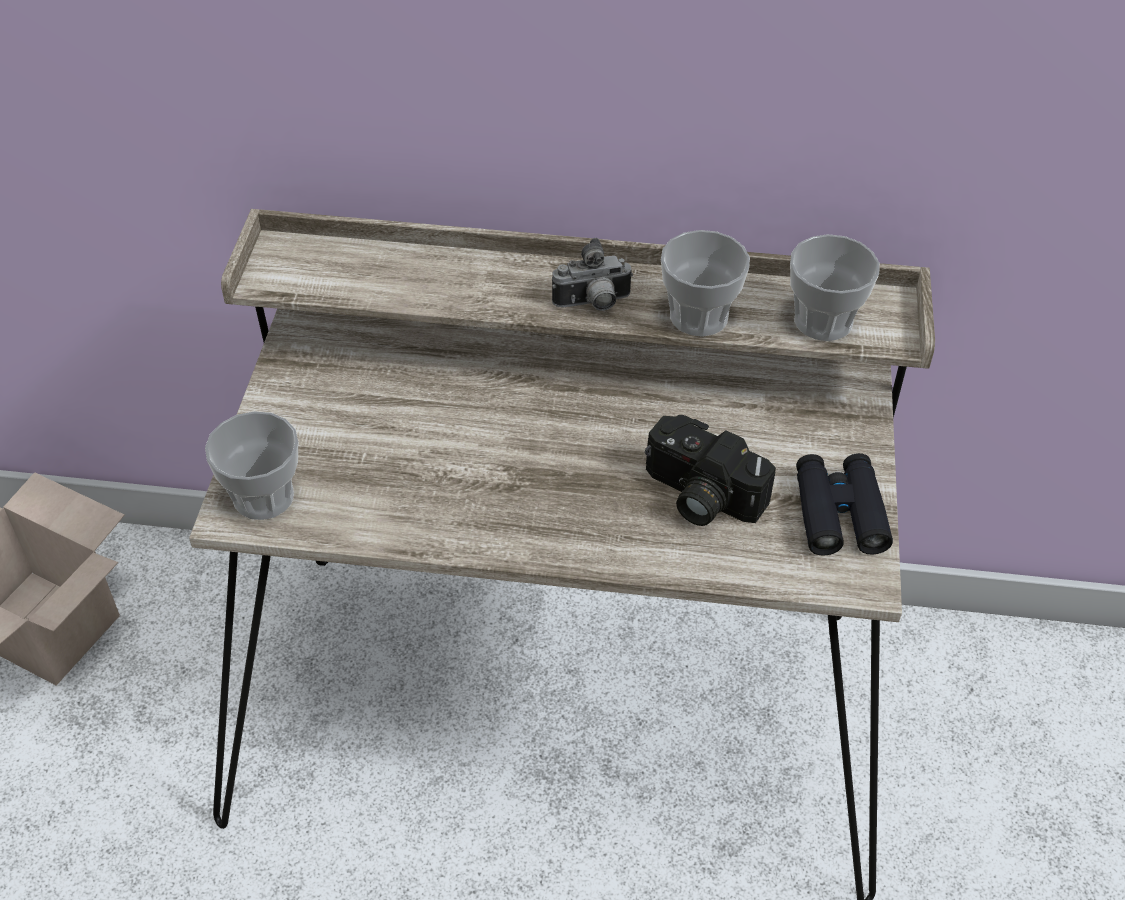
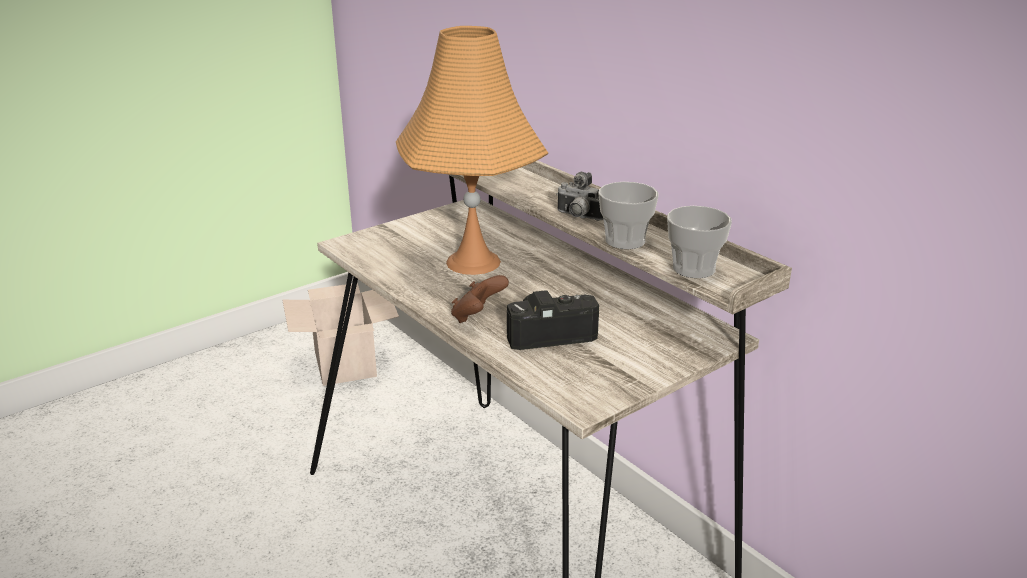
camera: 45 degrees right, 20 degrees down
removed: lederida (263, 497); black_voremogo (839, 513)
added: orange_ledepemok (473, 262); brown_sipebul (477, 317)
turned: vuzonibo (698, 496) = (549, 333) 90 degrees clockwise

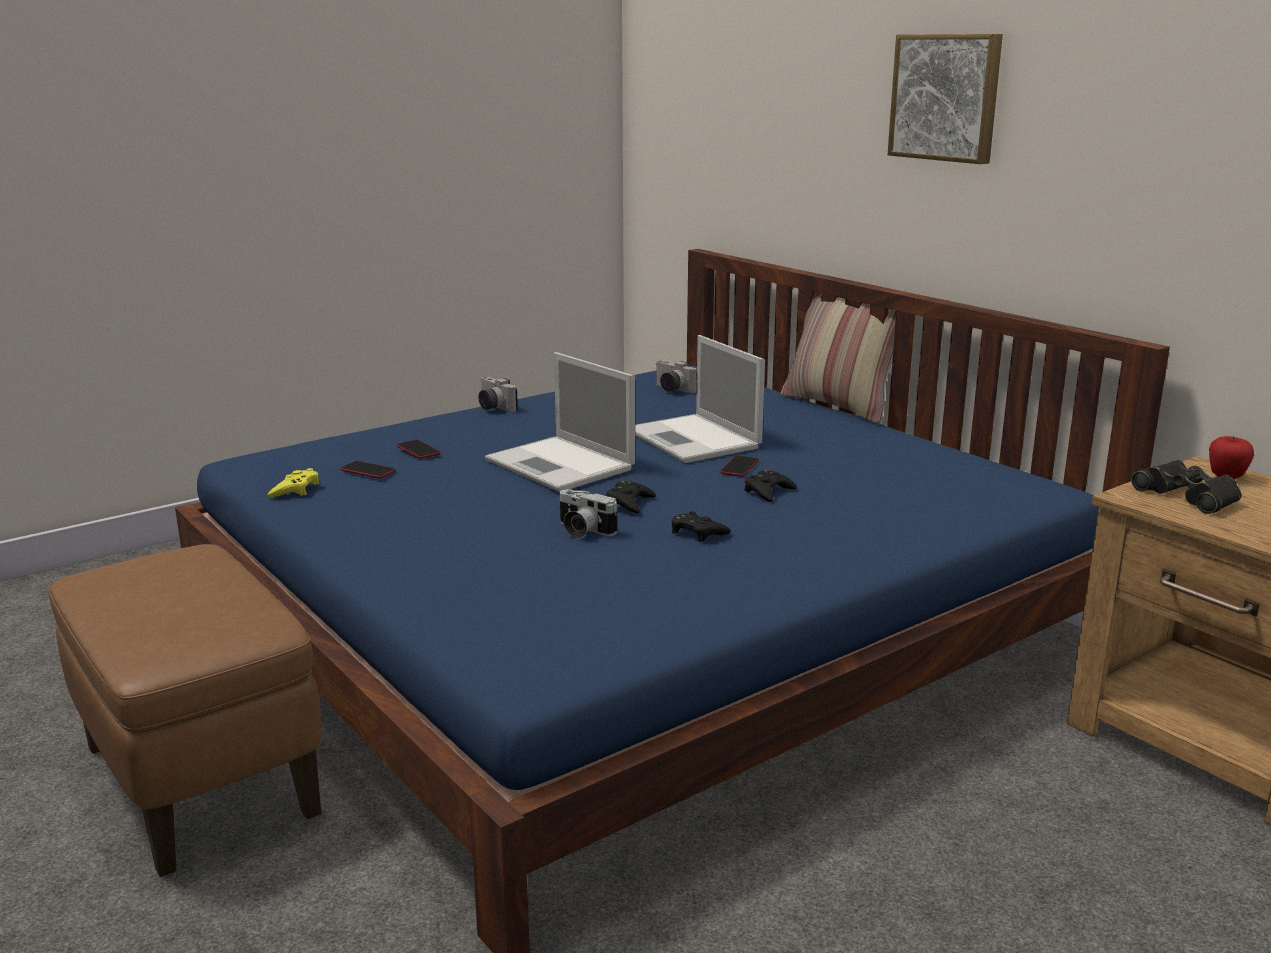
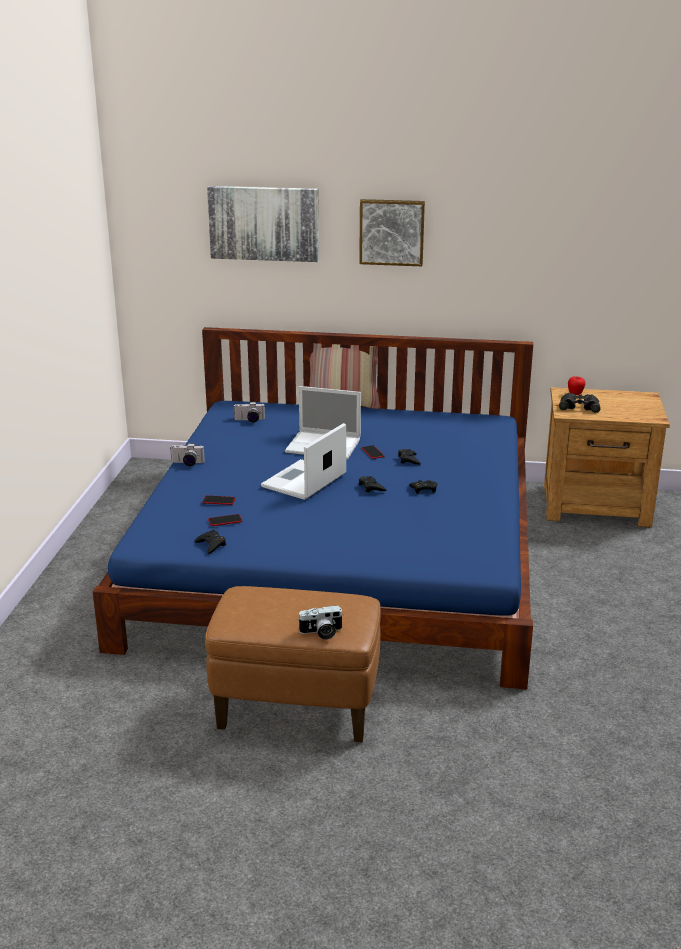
camera: 45 degrees left, 5 degrees up
added: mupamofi (264, 223)
moved: vuzonibo (582, 531) to (321, 633)
recoloured: yellow_sipebul (295, 489) to black_sipebul (211, 545)
turned: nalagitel (562, 465) = (303, 481) 120 degrees clockwise

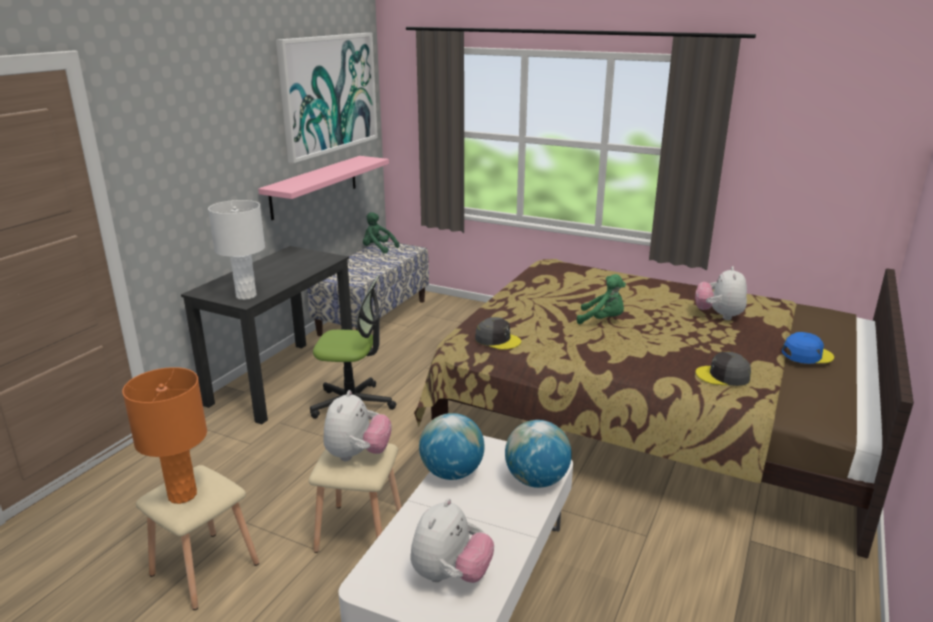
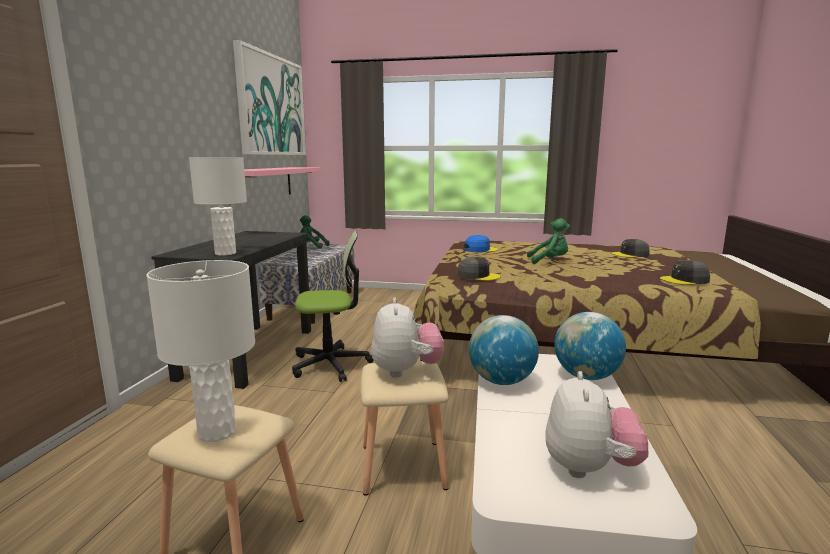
camera: 15 degrees left, 10 degrees down
moved: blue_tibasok (806, 355) to (480, 250)
replaced: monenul (719, 315) to grey_tibasok (630, 254)
recoloured: orange_ledepemok (182, 495) to white_ledepemok (217, 432)

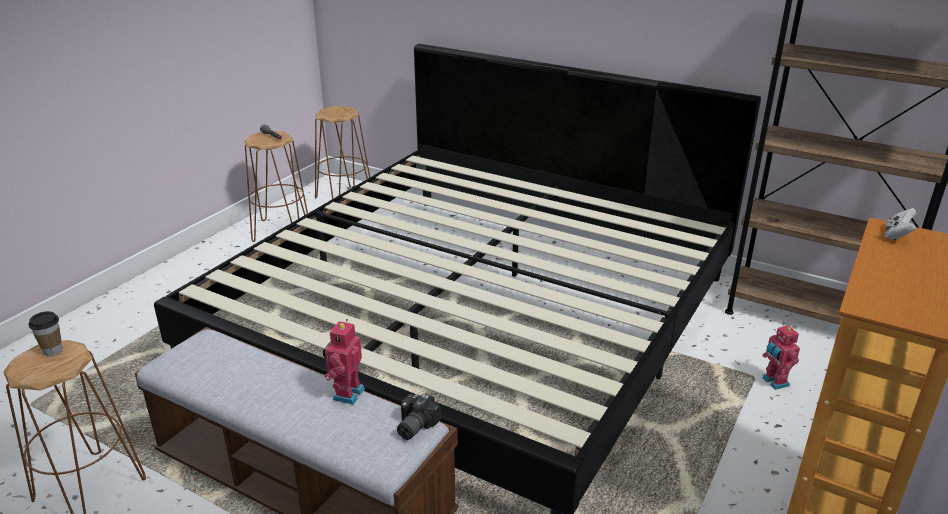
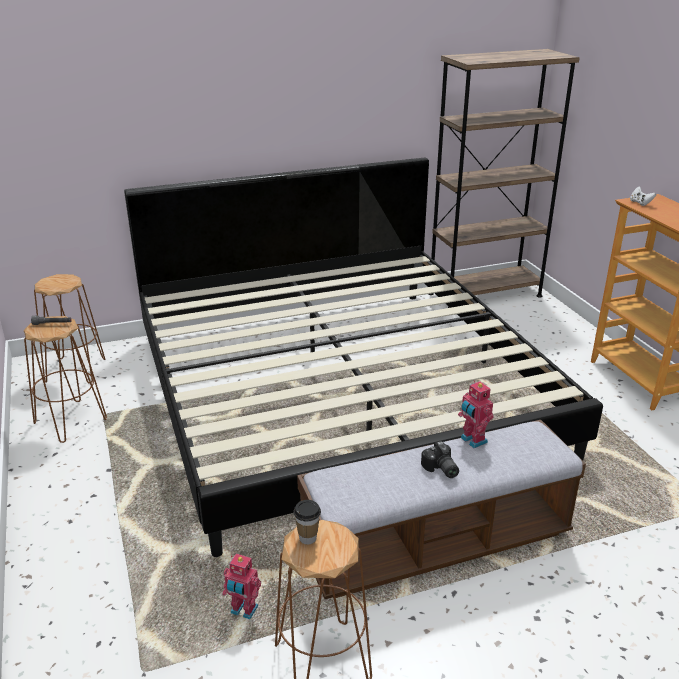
camera: 50 degrees left, 0 degrees up
moved: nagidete (774, 382) to (243, 612); vuzonibo (413, 426) to (440, 469)

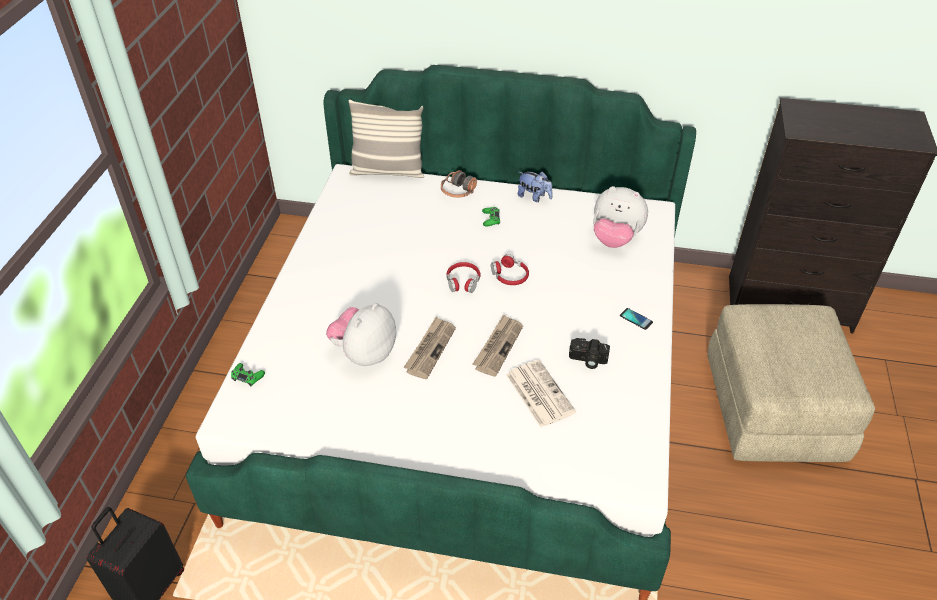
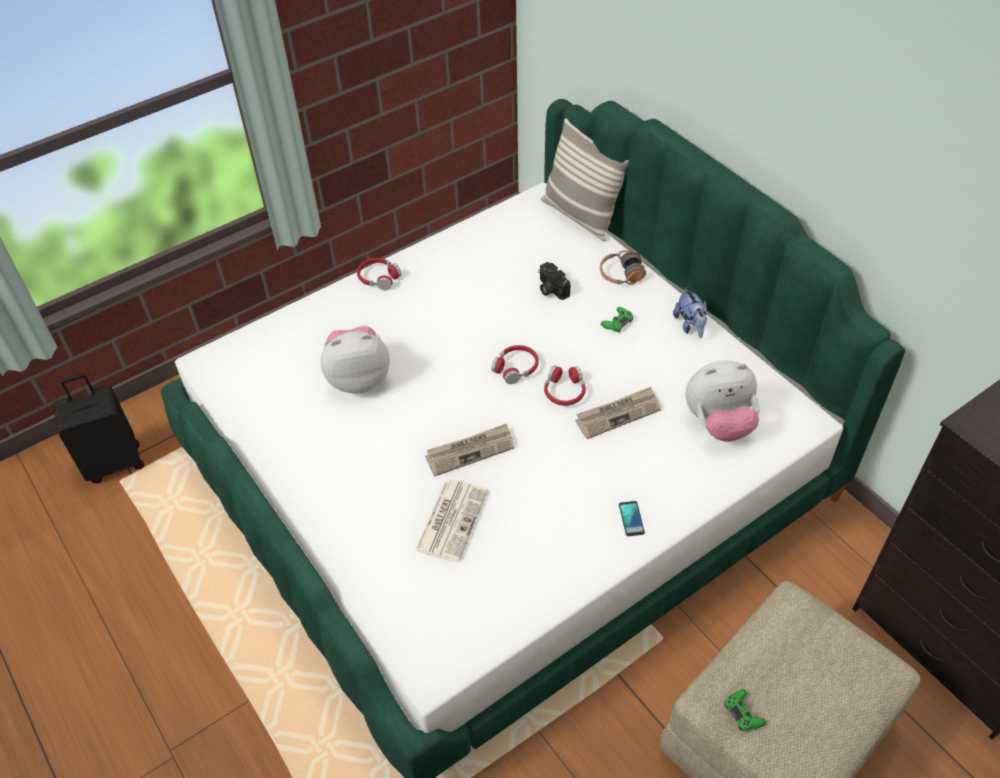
camera: 45 degrees right, 5 degrees up
added: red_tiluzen (378, 278)
moved: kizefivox (430, 349) to (618, 414); vuzonibo (587, 360) to (550, 288); green_sipebul (247, 377) to (743, 713)
turned: monenul (615, 239) = (718, 423) 75 degrees counterclockwise

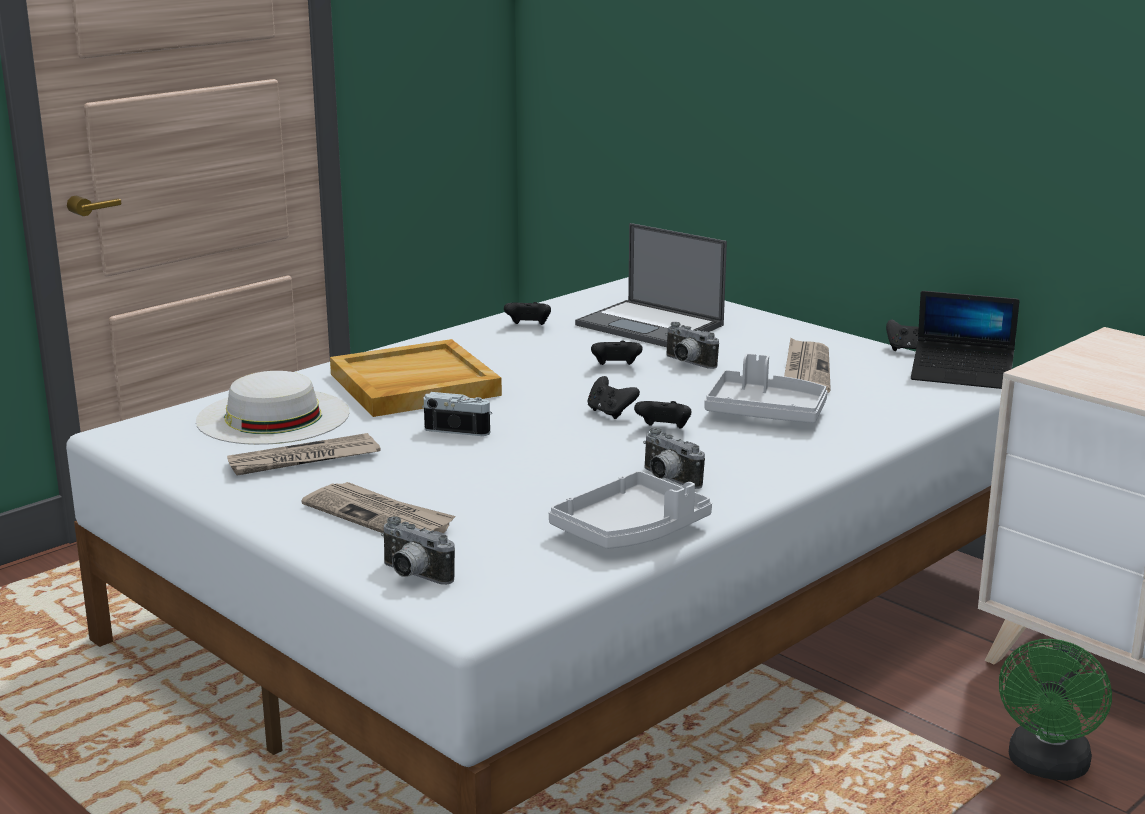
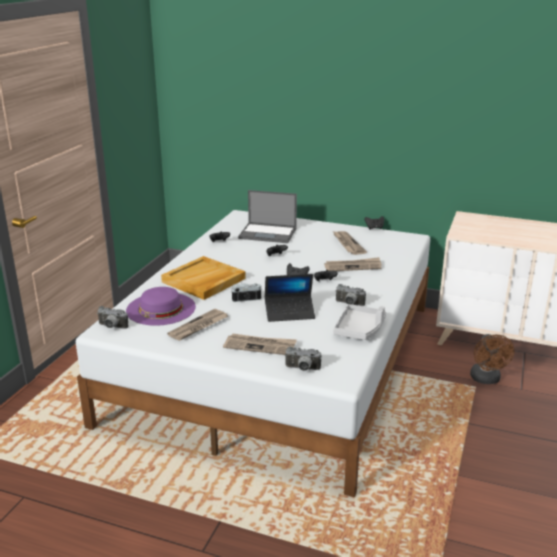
camera: 25 degrees left, 5 degrees up
moved: nalagitel (962, 375) to (289, 313); vuzonibo (687, 363) to (111, 327)
replaced: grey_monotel (765, 413) to kizefivox (353, 266)
recoloured: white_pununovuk (273, 417) to purple_pununovuk (161, 308); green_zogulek (1047, 767) to brown_zogulek (486, 379)

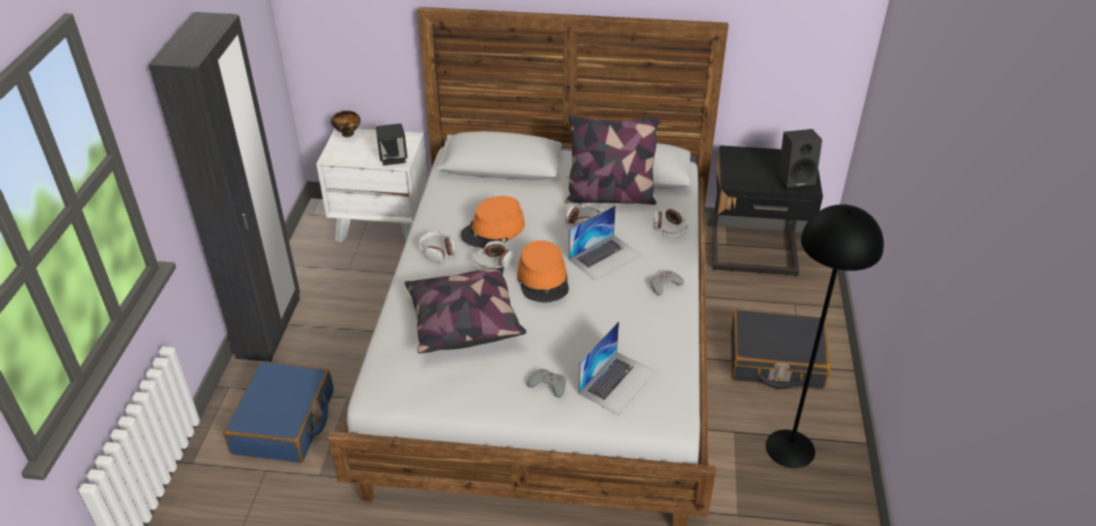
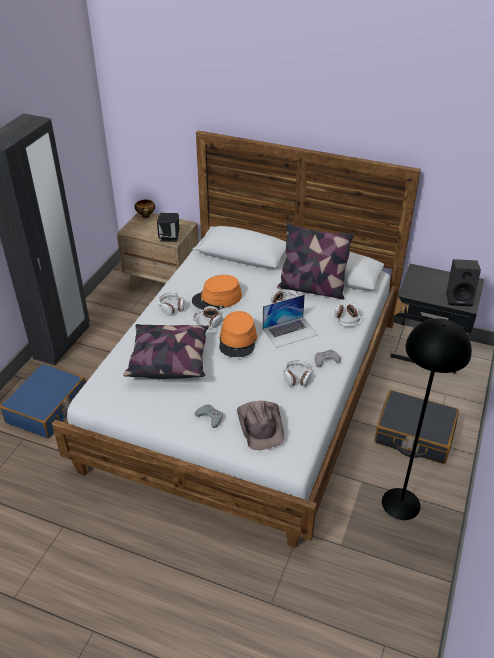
camera: 15 degrees right, 0 degrees up
added: tiluzen (297, 377)
replaced: nalagitel (617, 382) to brown_pununovuk (261, 425)
recoloured: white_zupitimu (382, 225) to brown_zupitimu (163, 284)

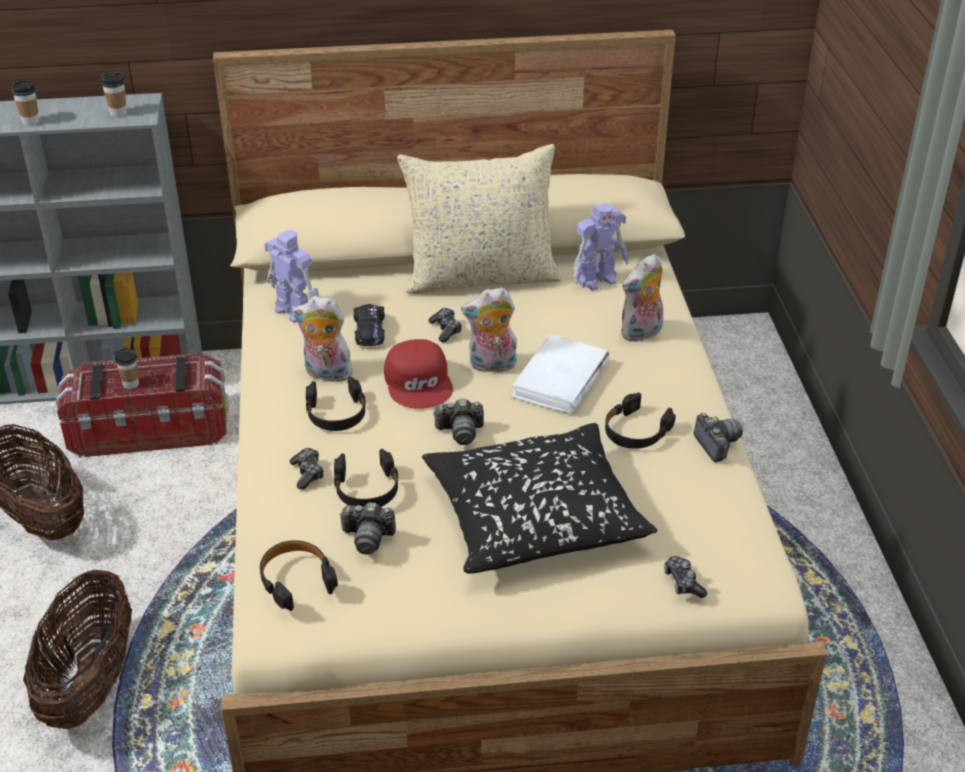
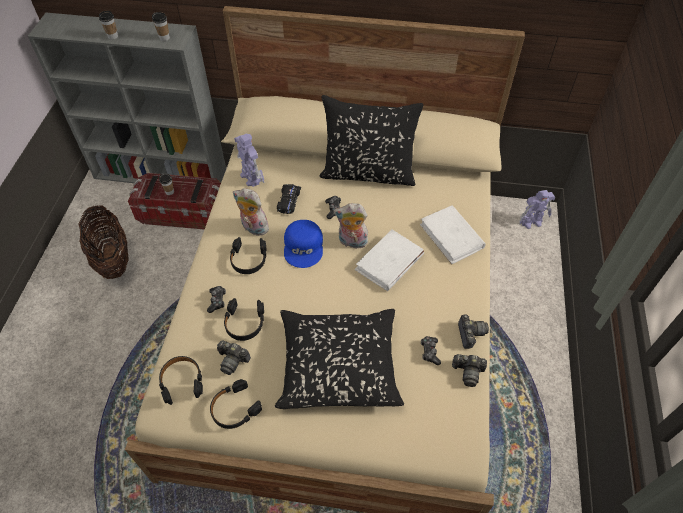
camera: 15 degrees right, 15 degrees up
removed: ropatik (89, 684)
moved: nagidete (598, 279) to (532, 222); black_tiluzen (635, 431) to (234, 408); vuzonibo (460, 431) to (468, 372); sipebul (683, 582) to (429, 352)
replaced: monenul (641, 334) to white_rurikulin (451, 236)
recoloured: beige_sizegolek (480, 276) to black_sizegolek (368, 172); red_tibasok (419, 382) to blue_tibasok (304, 246)

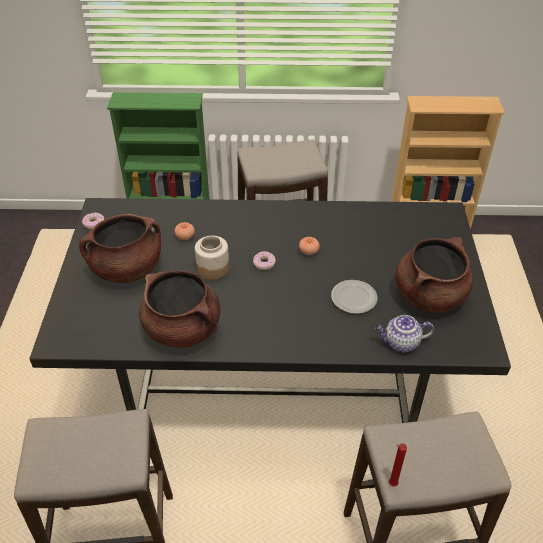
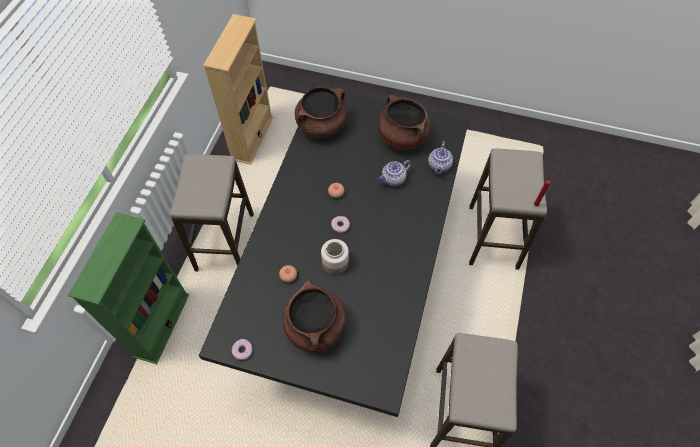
camera: 75 degrees left, 15 degrees up
moved: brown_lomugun (183, 329) to (321, 125)
replaced: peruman (353, 298) to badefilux (393, 180)

